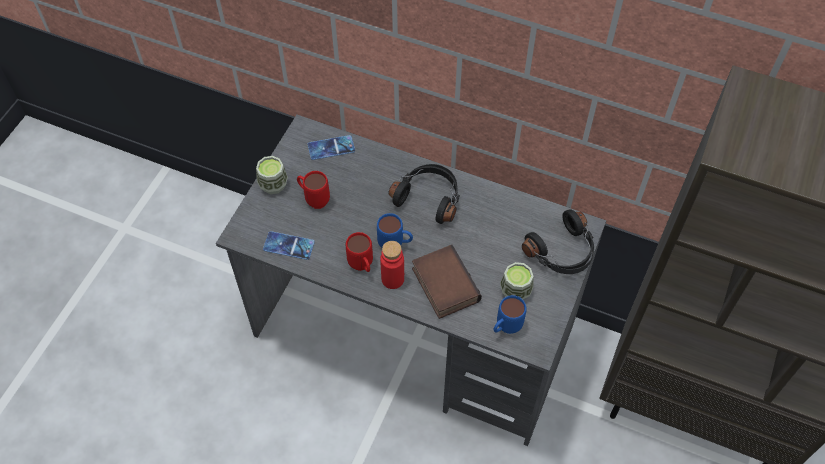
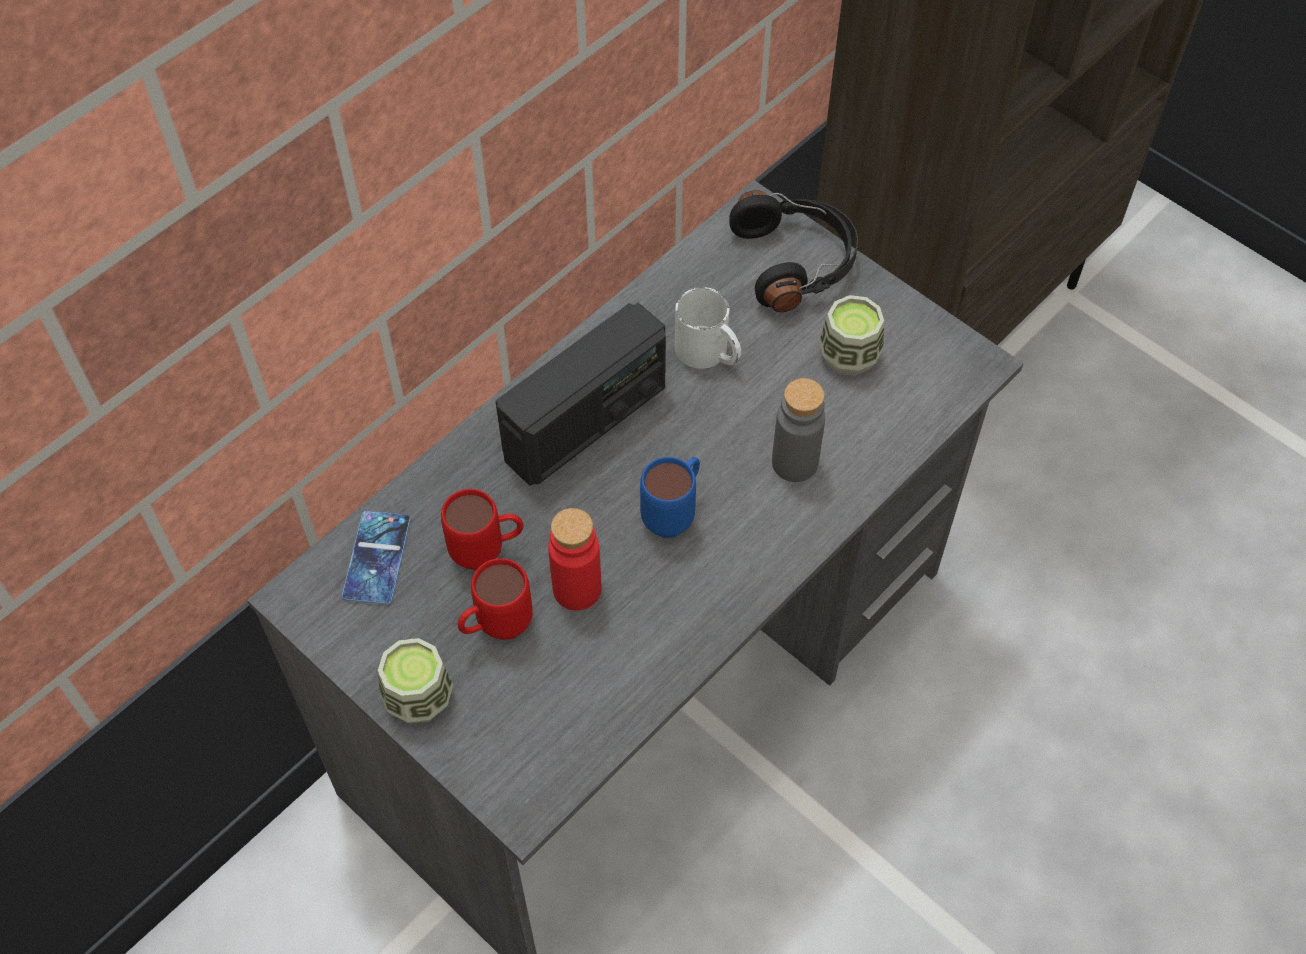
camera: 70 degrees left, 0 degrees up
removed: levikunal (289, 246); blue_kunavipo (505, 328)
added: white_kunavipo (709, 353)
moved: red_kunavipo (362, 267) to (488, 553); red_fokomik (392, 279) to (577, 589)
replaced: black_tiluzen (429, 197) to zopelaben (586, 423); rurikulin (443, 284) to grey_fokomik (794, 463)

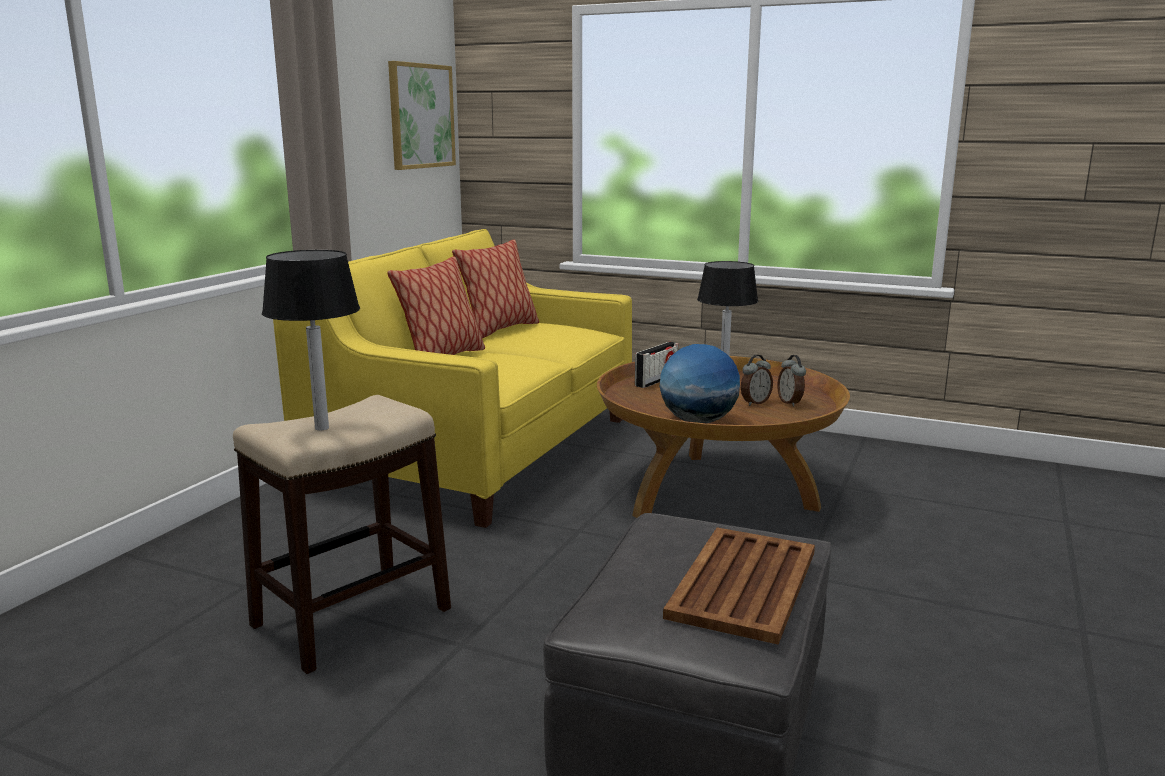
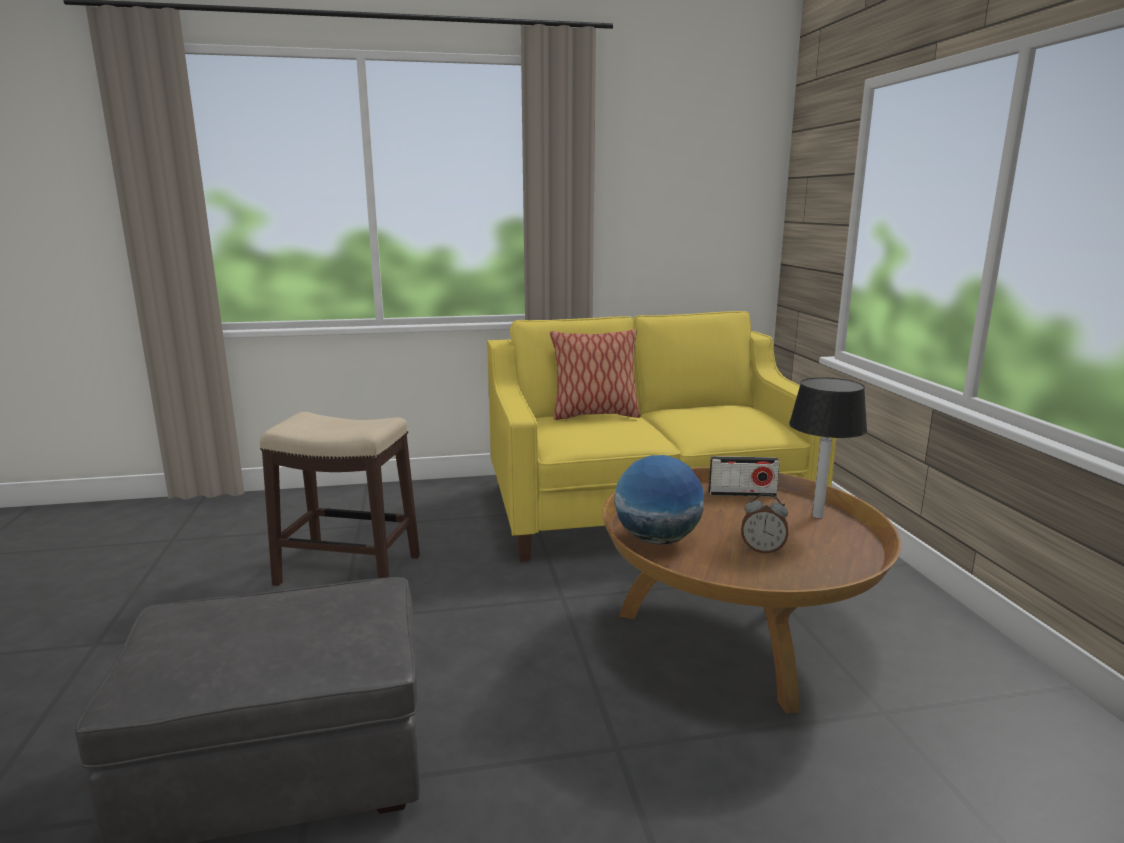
camera: 55 degrees right, 0 degrees up
removed: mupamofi (420, 116); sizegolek (499, 329); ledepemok (322, 428); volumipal (790, 403); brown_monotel (742, 585)

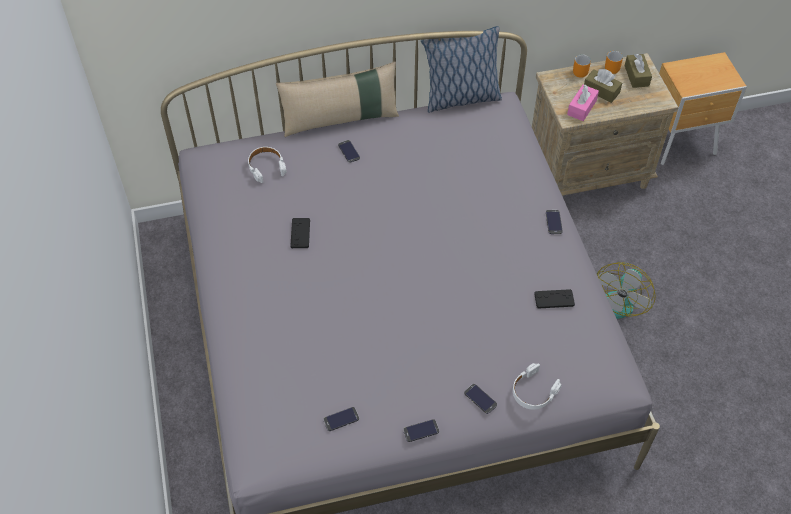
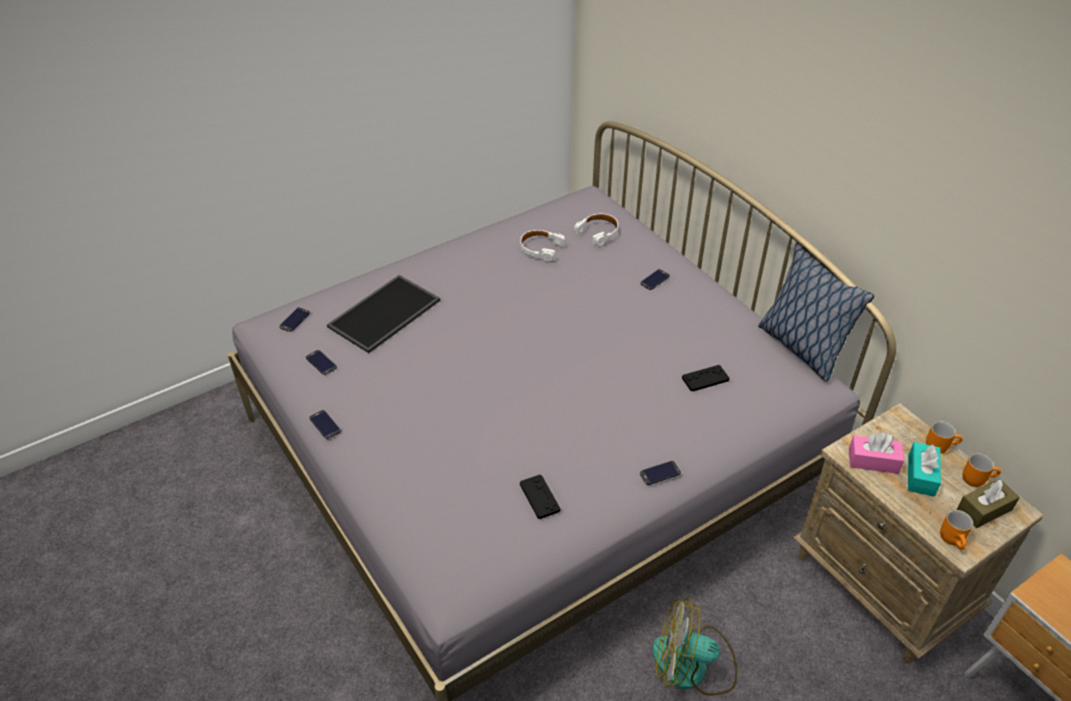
camera: 70 degrees right, 10 degrees down
removed: beige_sizegolek (340, 119)
added: monotel (385, 315); orange_kunavipo (954, 540)
moved: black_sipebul (300, 233) to (705, 379); white_tiluzen (533, 391) to (540, 249); levikunal (480, 399) to (294, 320)
recoloured: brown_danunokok (601, 91) to turquoise_danunokok (921, 475)

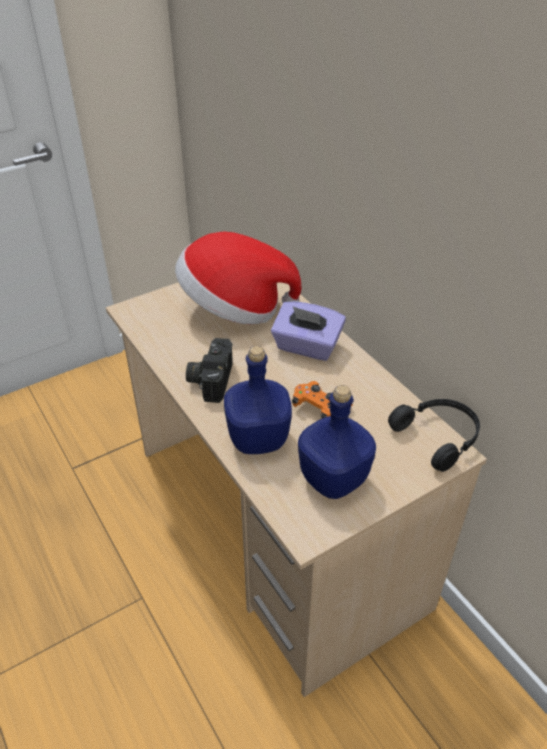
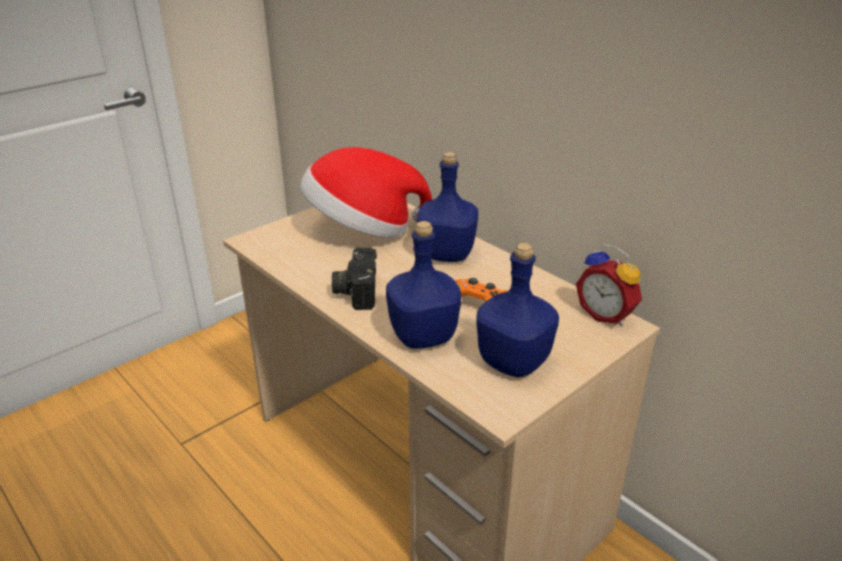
camera: 10 degrees left, 10 degrees down
replaced: purple_danunokok (307, 347) to blue_fokomik (448, 254); black_tiluzen (438, 437) to volumipal (606, 314)

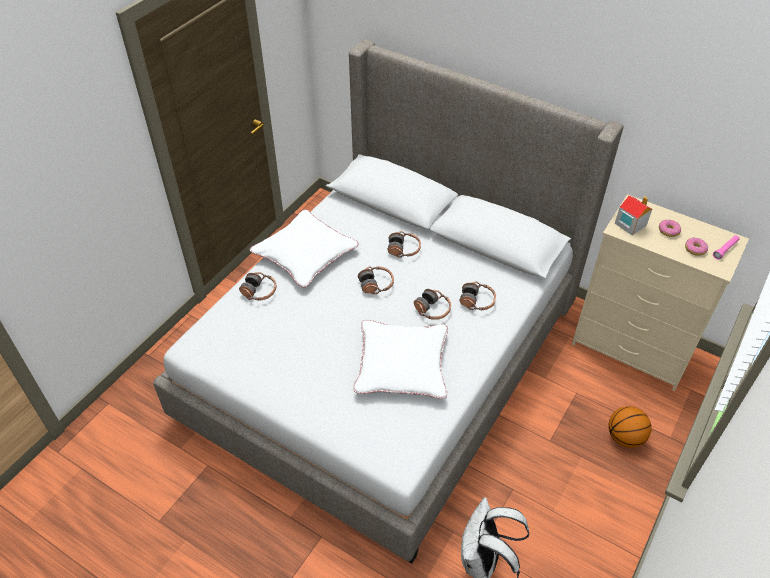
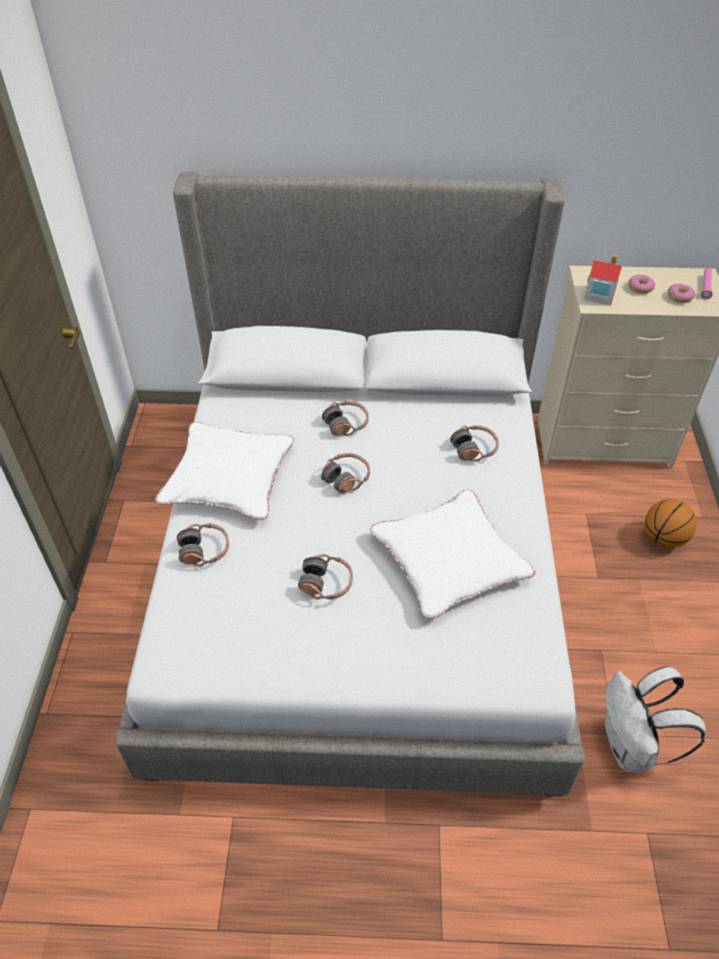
camera: 30 degrees left, 0 degrees up
moved: tiluzen (432, 310) to (326, 583)

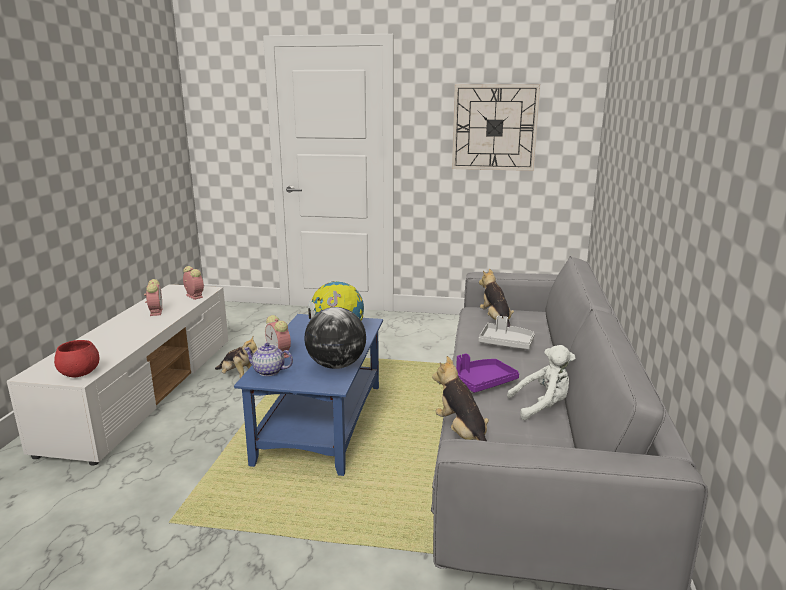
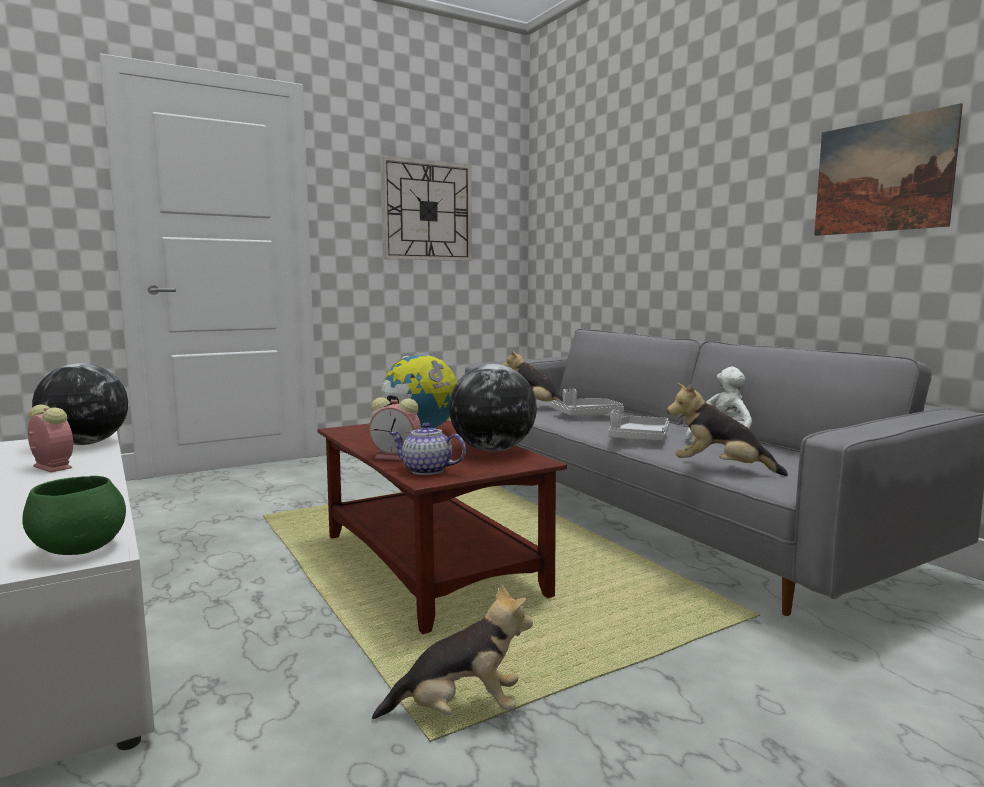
camera: 40 degrees left, 10 degrees down
added: mupamofi (882, 176)
moved: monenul (238, 377) to (459, 710)
replaced: volumipal (193, 296) to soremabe (85, 444)
recoloured: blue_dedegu (321, 423) to brown_dedegu (432, 565); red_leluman (80, 373) to green_leluman (80, 549); purple_monotel (481, 382) to grey_monotel (639, 438)
turned: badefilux (268, 371) = (426, 470) 45 degrees clockwise

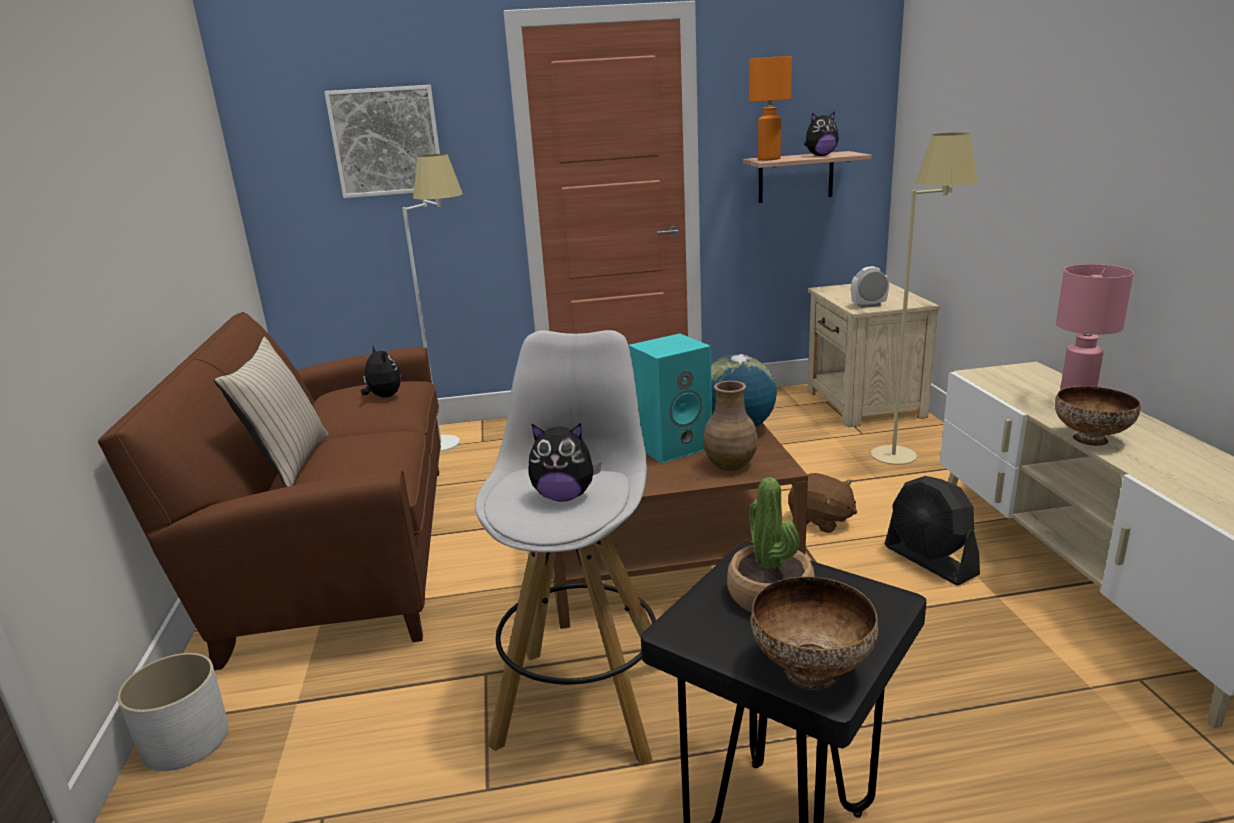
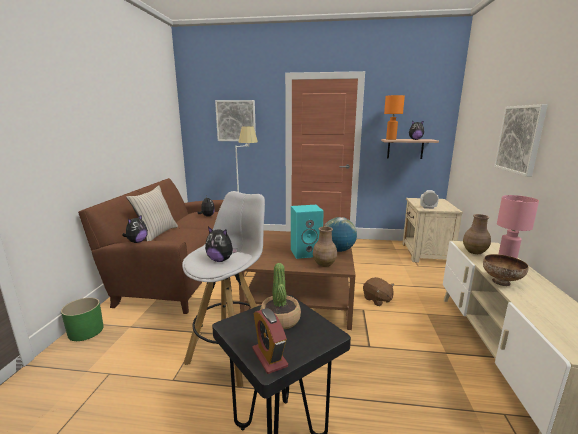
camera: 15 degrees right, 5 degrees down
removed: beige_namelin (909, 462); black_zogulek (930, 561)
added: mupamofi (520, 139); monenul (137, 242); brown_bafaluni (474, 251)
replaced: leluman (812, 671) to volumipal (269, 357)
recoloured: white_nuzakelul (185, 740) to green_nuzakelul (86, 331)

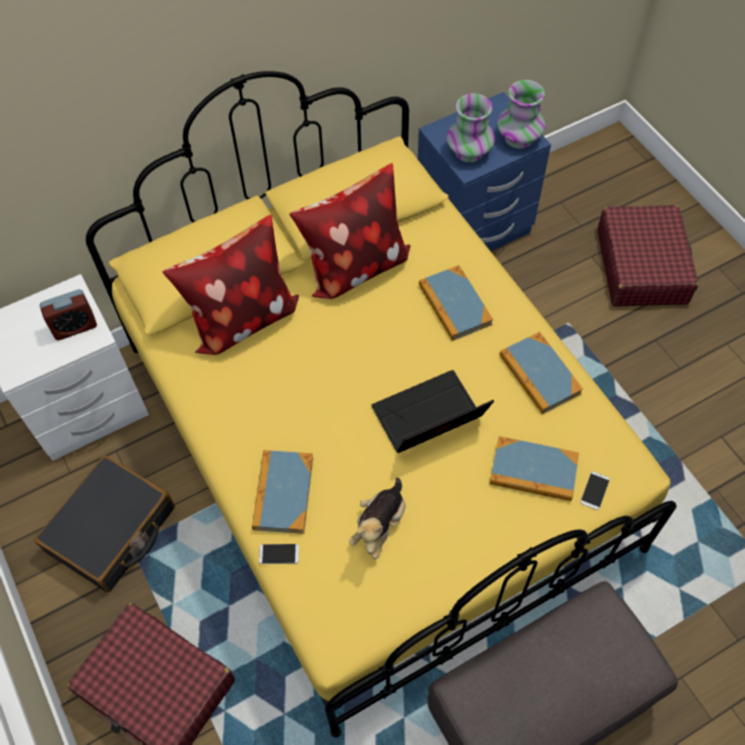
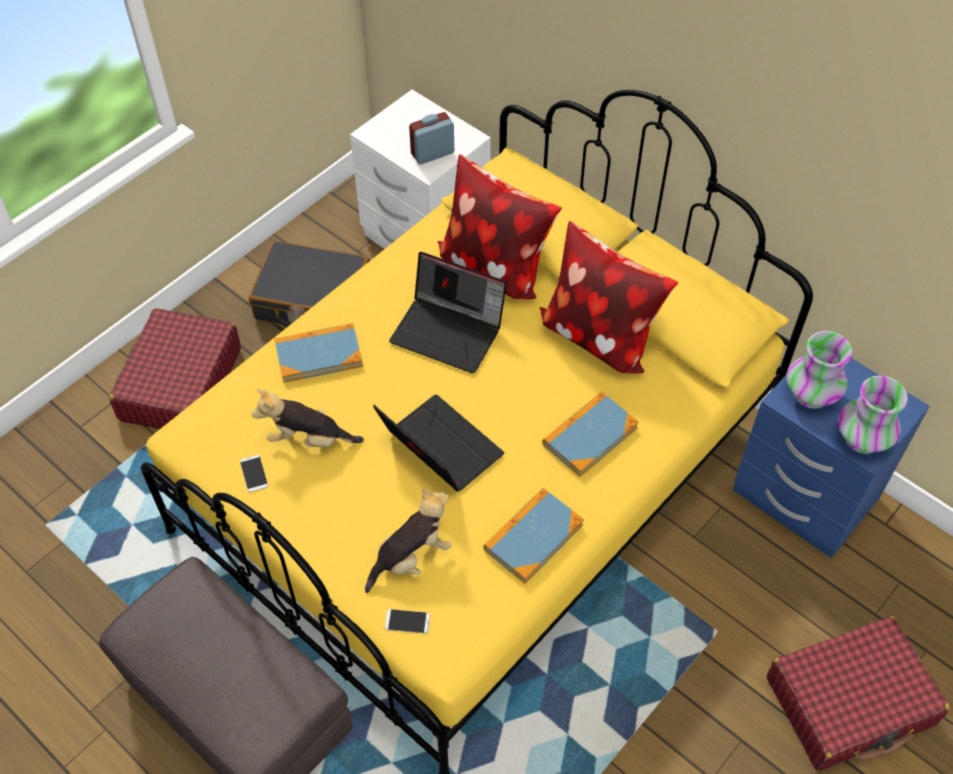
camera: 70 degrees right, 5 degrees down
added: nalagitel (449, 331)
moved: levikunal (279, 554) to (254, 473)
replaced: rurikulin (533, 471) to monenul (411, 557)
turned: volumipal (74, 327) = (432, 153) 105 degrees clockwise

